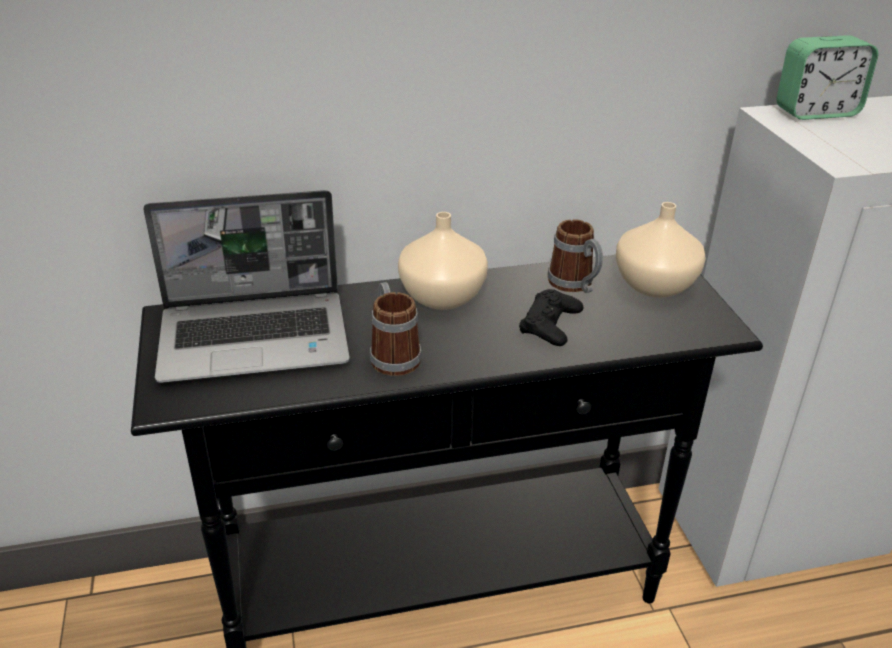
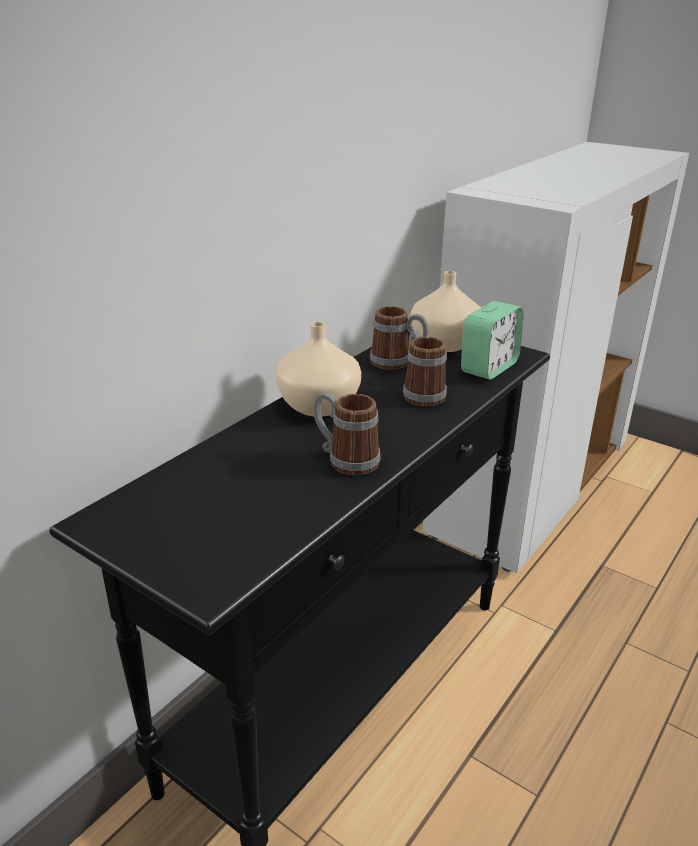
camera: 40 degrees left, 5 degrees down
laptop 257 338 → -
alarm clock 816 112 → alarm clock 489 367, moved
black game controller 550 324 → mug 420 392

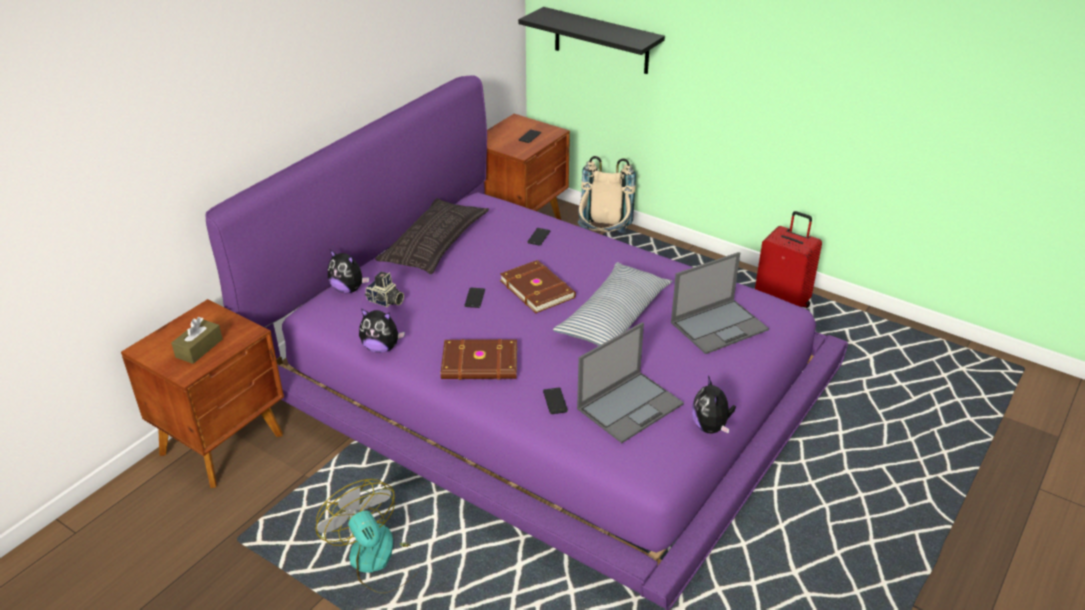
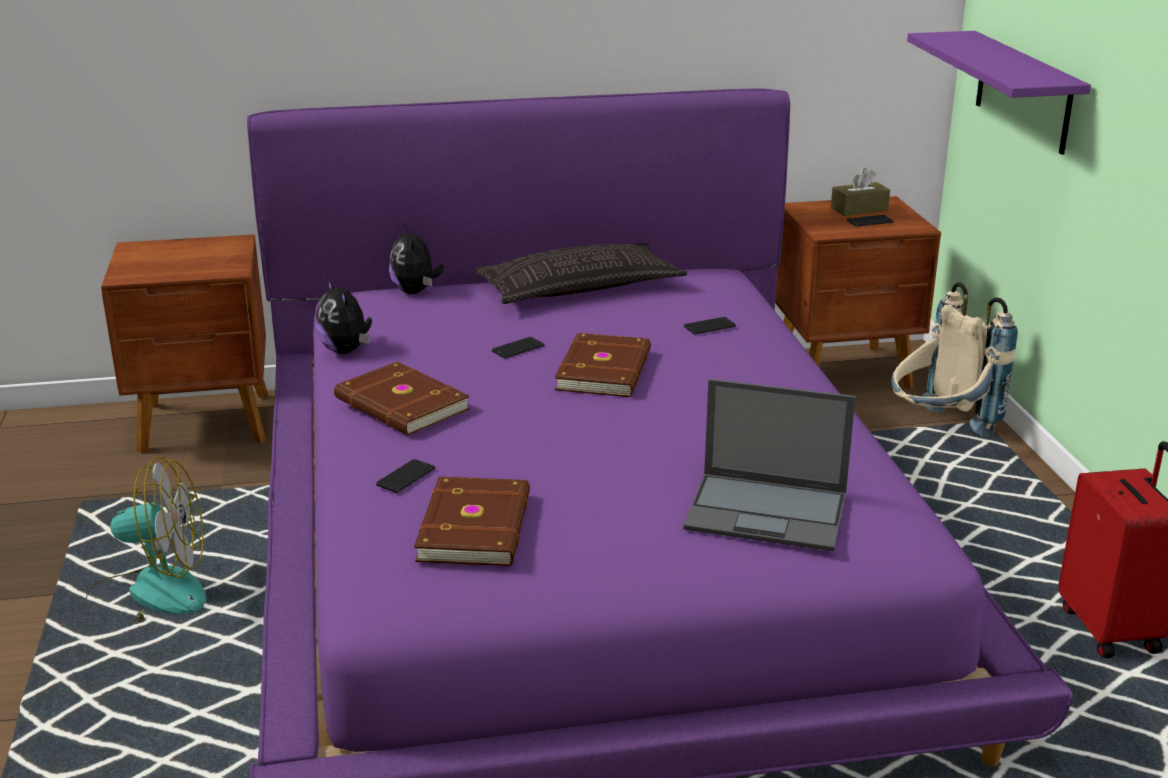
camera: 45 degrees right, 10 degrees down
photo camera 385 301 → -
pillow 614 317 → -
plush toy 711 427 → -
brown tissue box 199 348 → brown tissue box 859 209, moved
laptop 630 406 → brown book 477 527
black shelf 601 41 → purple shelf 1023 92
fan 379 560 → fan 148 595, 75 degrees clockwise

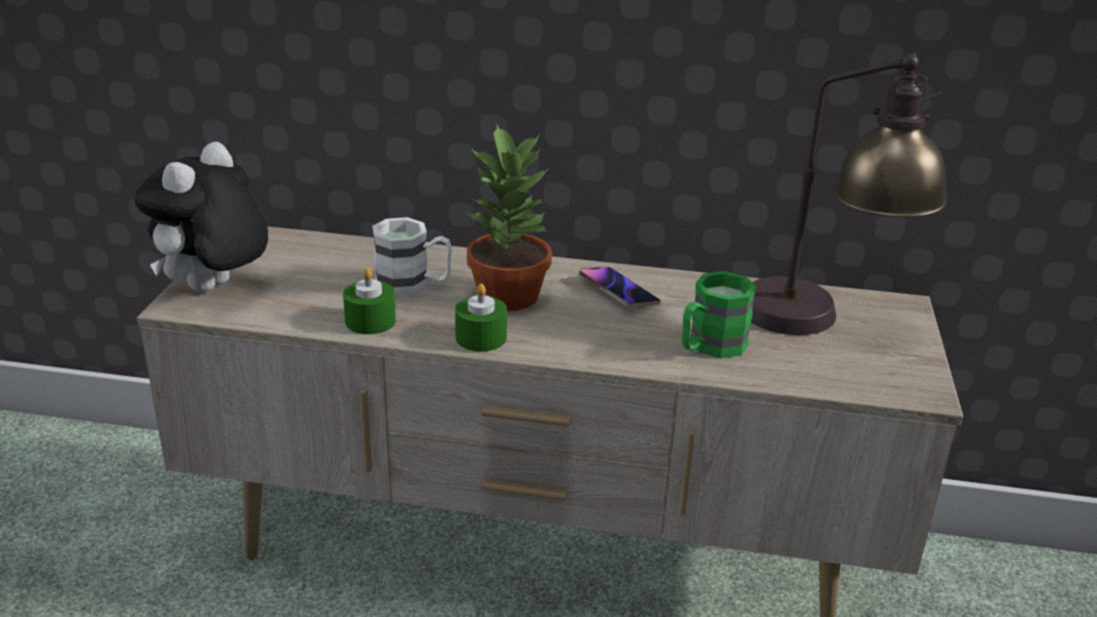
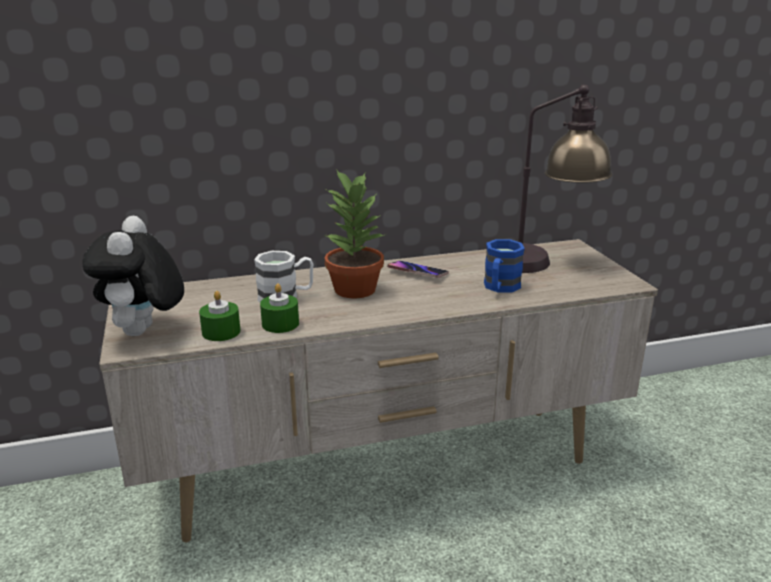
camera: 25 degrees left, 5 degrees down
green candle 481 338 → green candle 221 332, moved
green mug 709 347 → blue mug 500 288

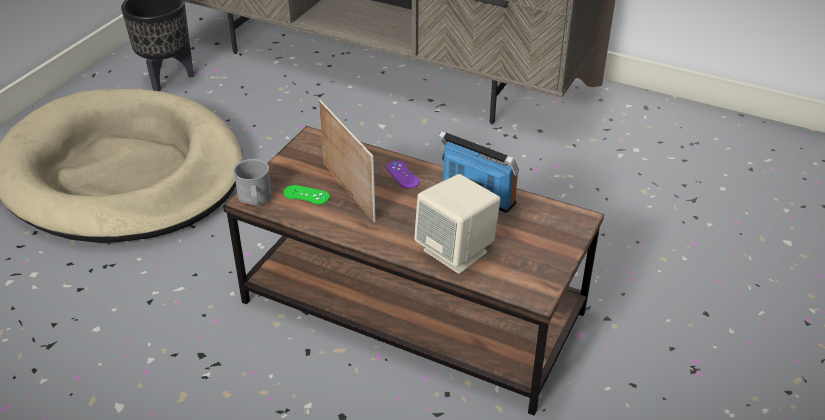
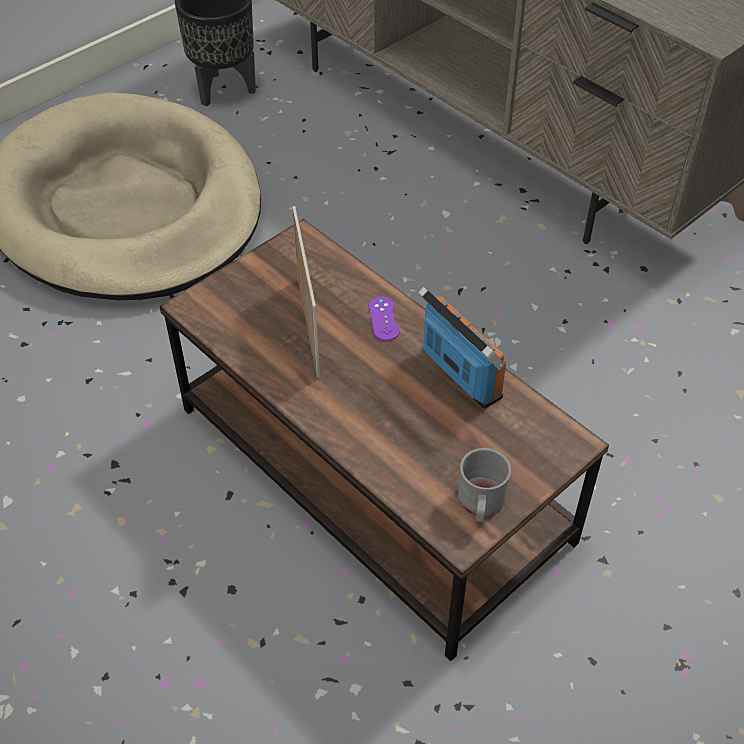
camera: 20 degrees right, 10 degrees up
green game controller 306 195 → -
beige speaker 456 251 → -
grey mug 255 200 → grey mug 480 504, moved

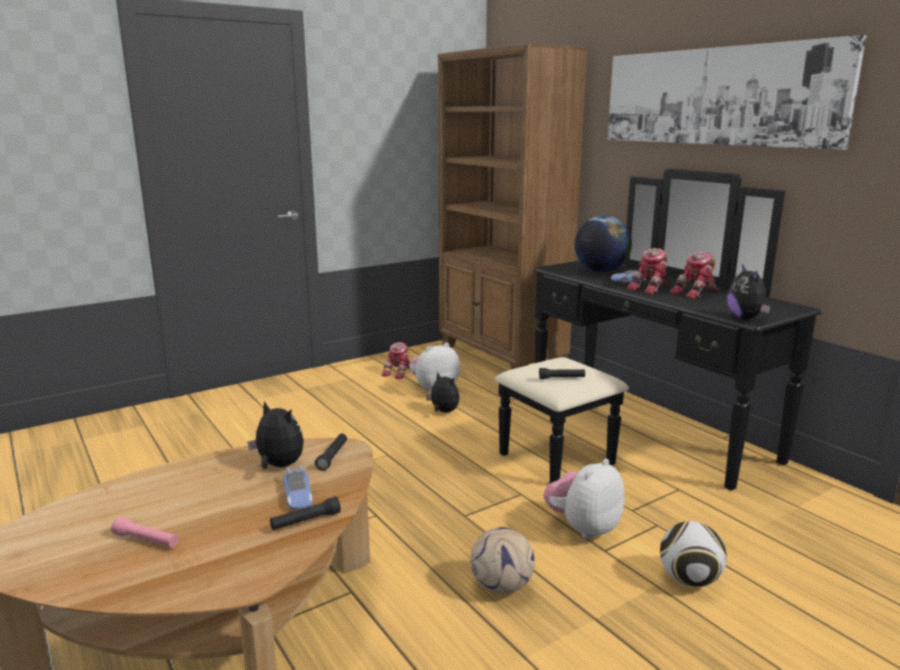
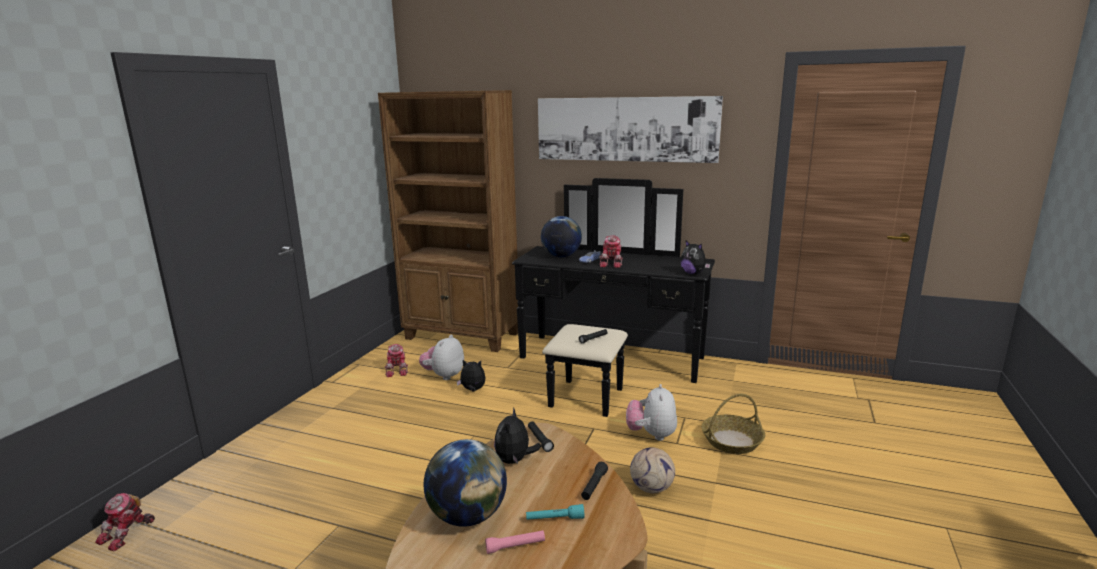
camera: 35 degrees left, 0 degrees up
toy car 298 495 → -
- → globe 468 516
- → turquoise flashlight 555 519
toy robot 696 293 → toy robot 127 533, moved
football 688 580 → basket 731 441
plush toy 278 466 → plush toy 515 460, 75 degrees counterclockwise

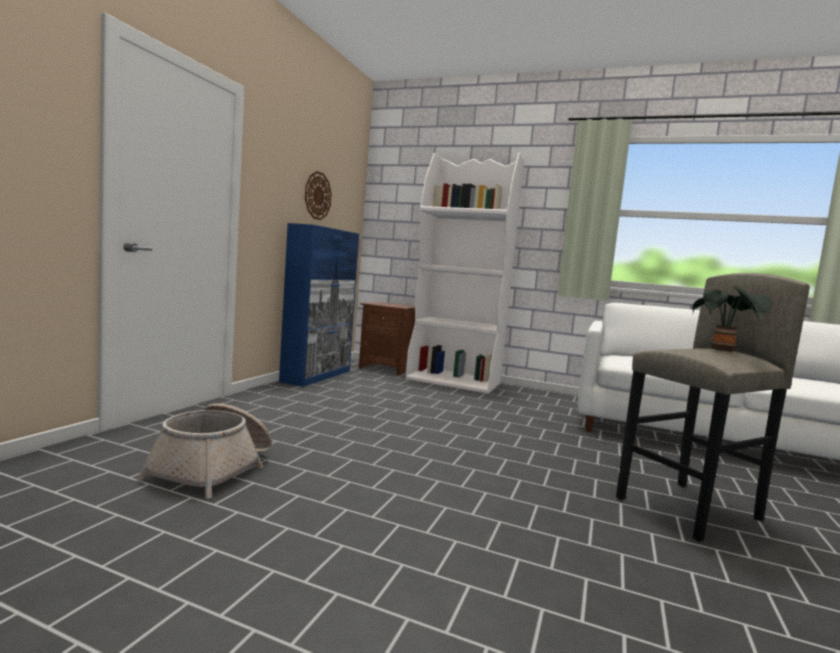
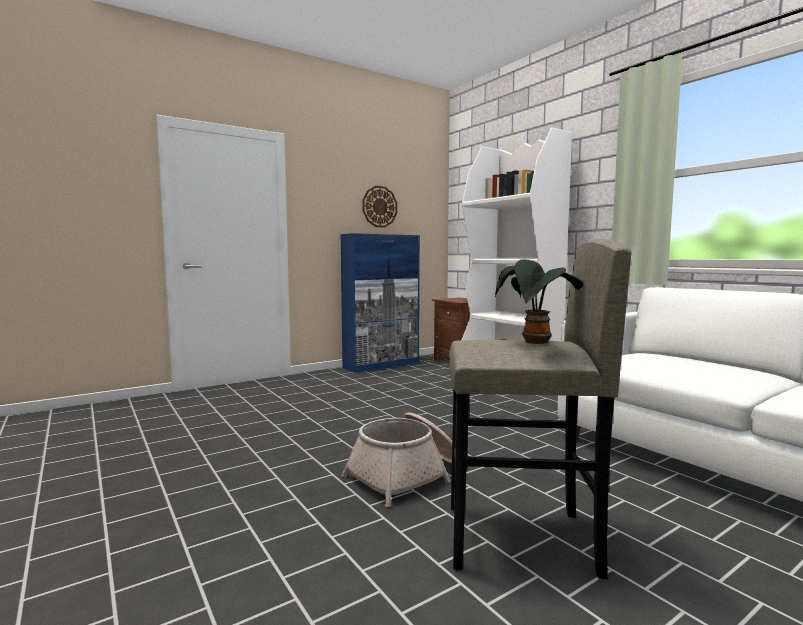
camera: 35 degrees right, 0 degrees up
basket 214 469 → basket 407 476, moved

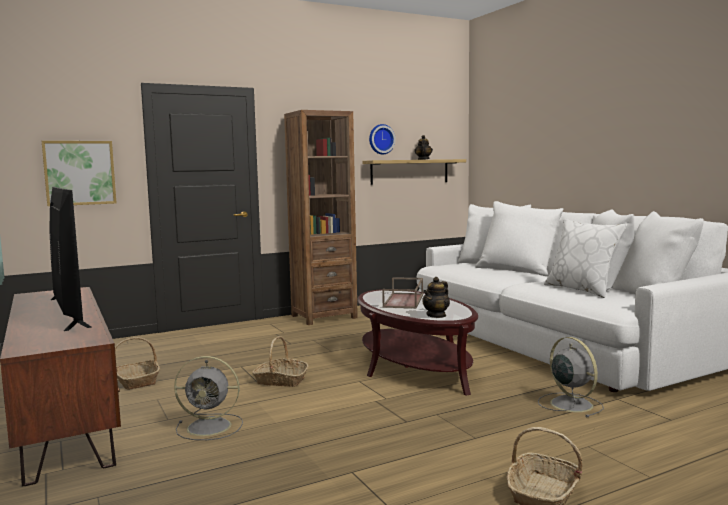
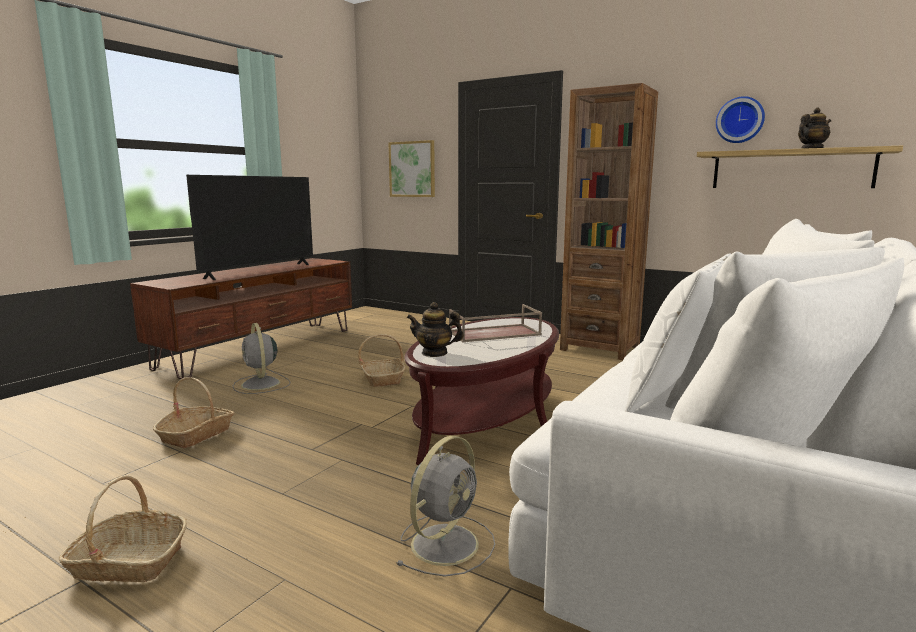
camera: 60 degrees right, 5 degrees up
basket 136 381 → basket 196 434, moved

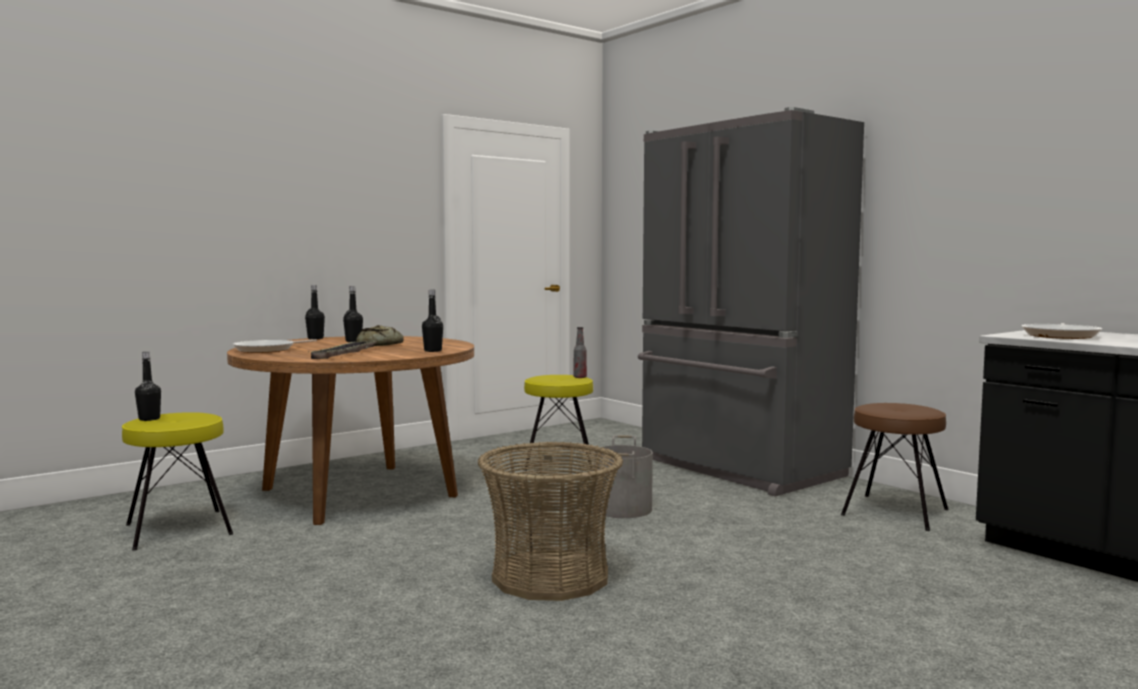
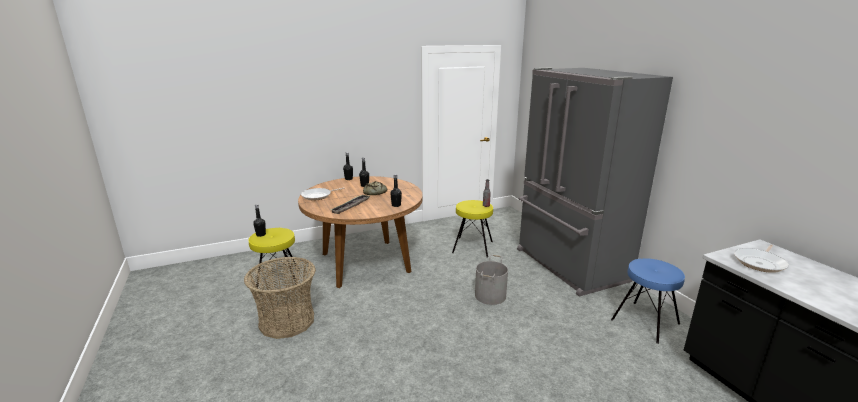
camera: 15 degrees right, 15 degrees up
basket 550 576 → basket 287 321, moved
brown stool 894 512 → blue stool 644 321

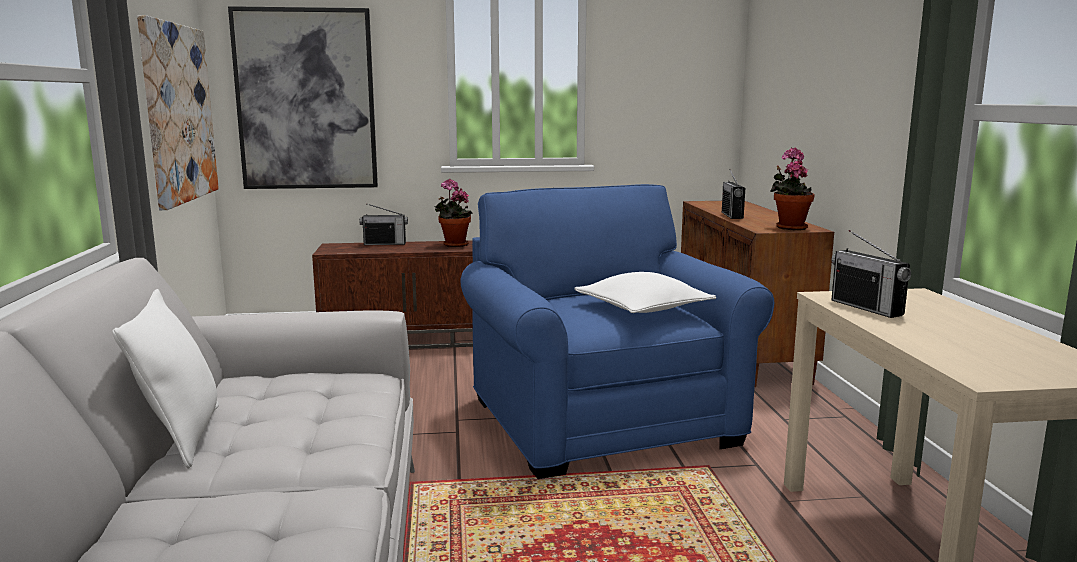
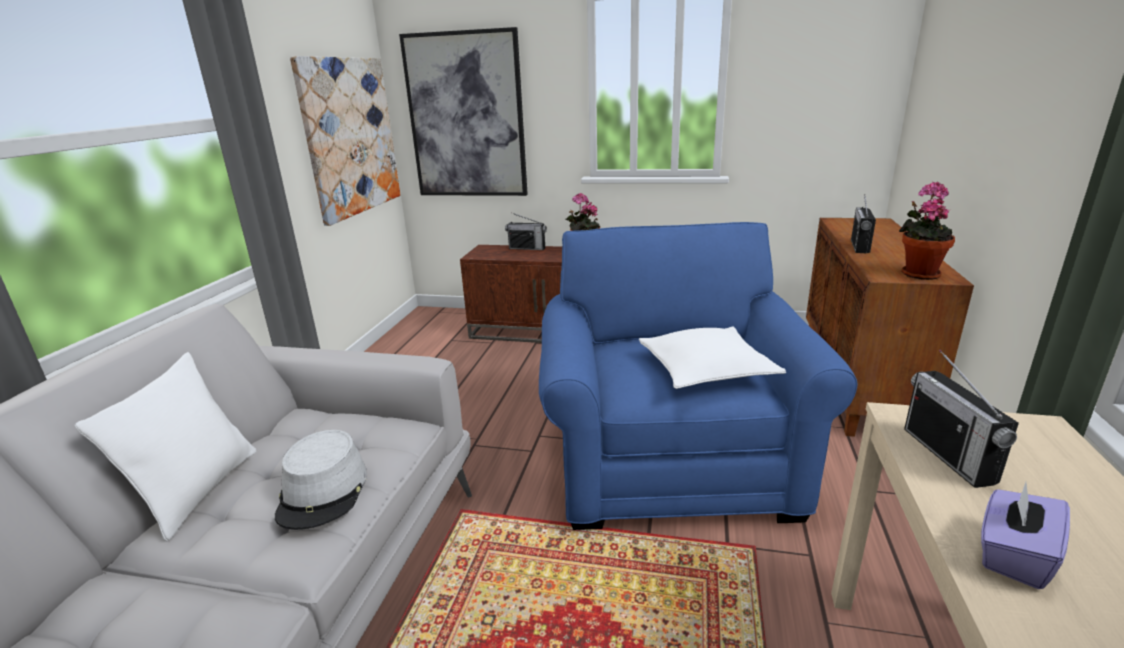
camera: 20 degrees right, 10 degrees up
- → grey hat 323 491
- → purple tissue box 1013 555

